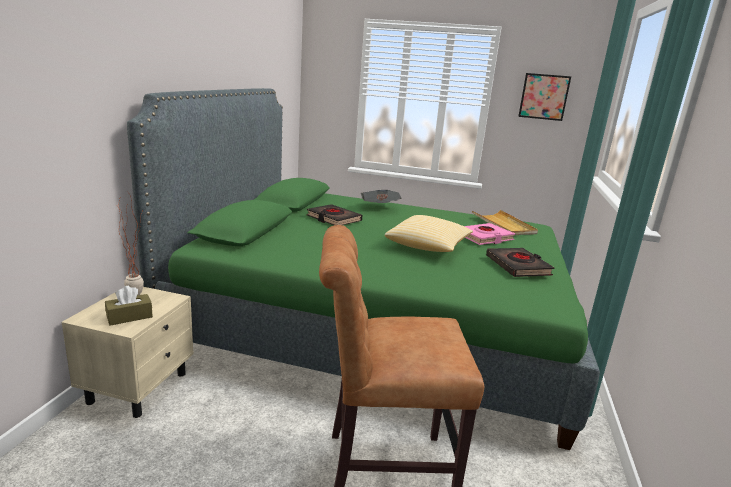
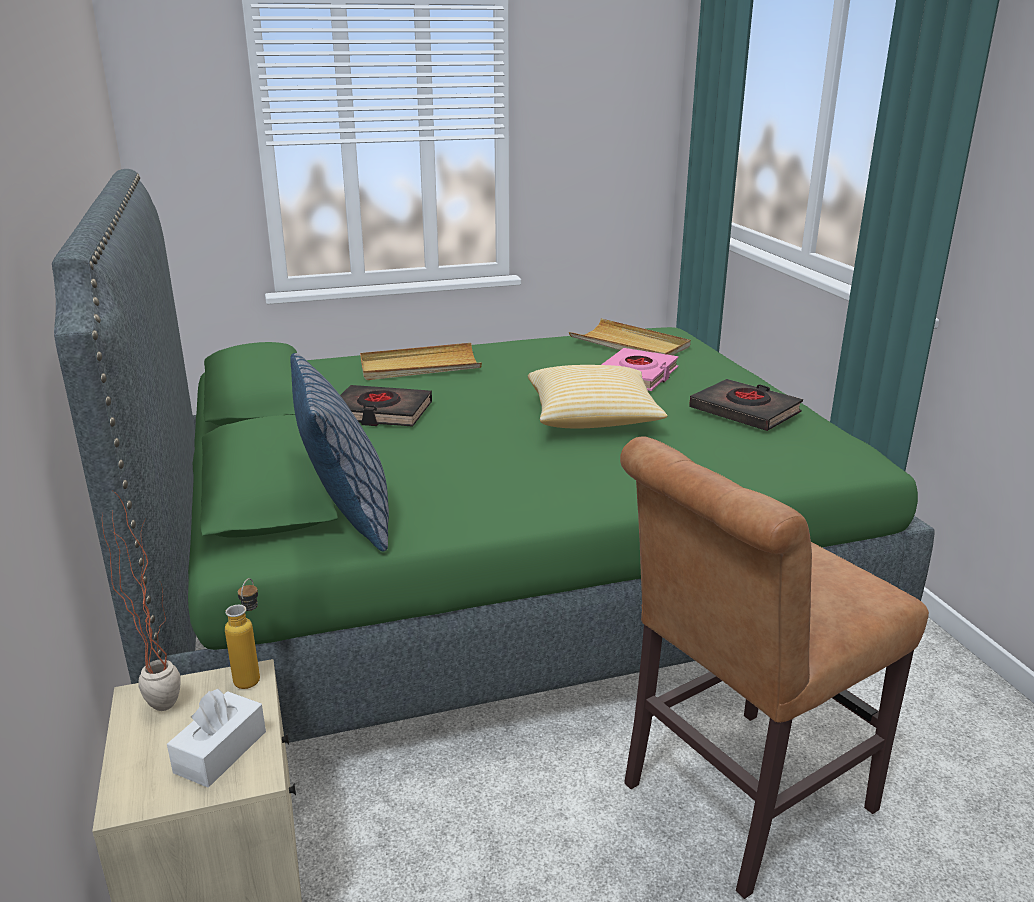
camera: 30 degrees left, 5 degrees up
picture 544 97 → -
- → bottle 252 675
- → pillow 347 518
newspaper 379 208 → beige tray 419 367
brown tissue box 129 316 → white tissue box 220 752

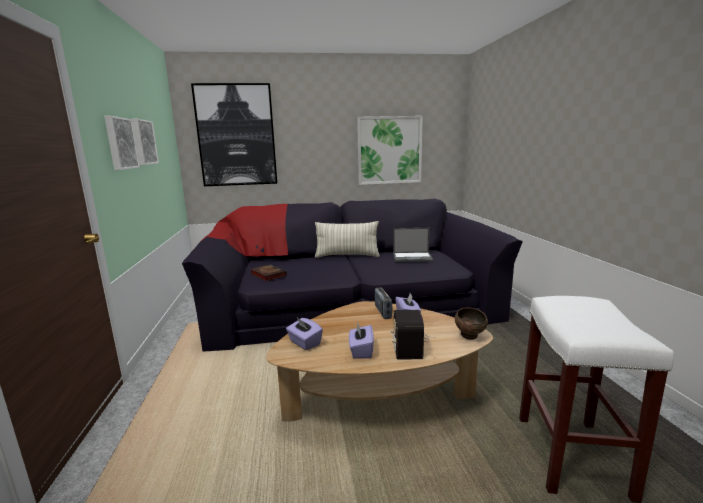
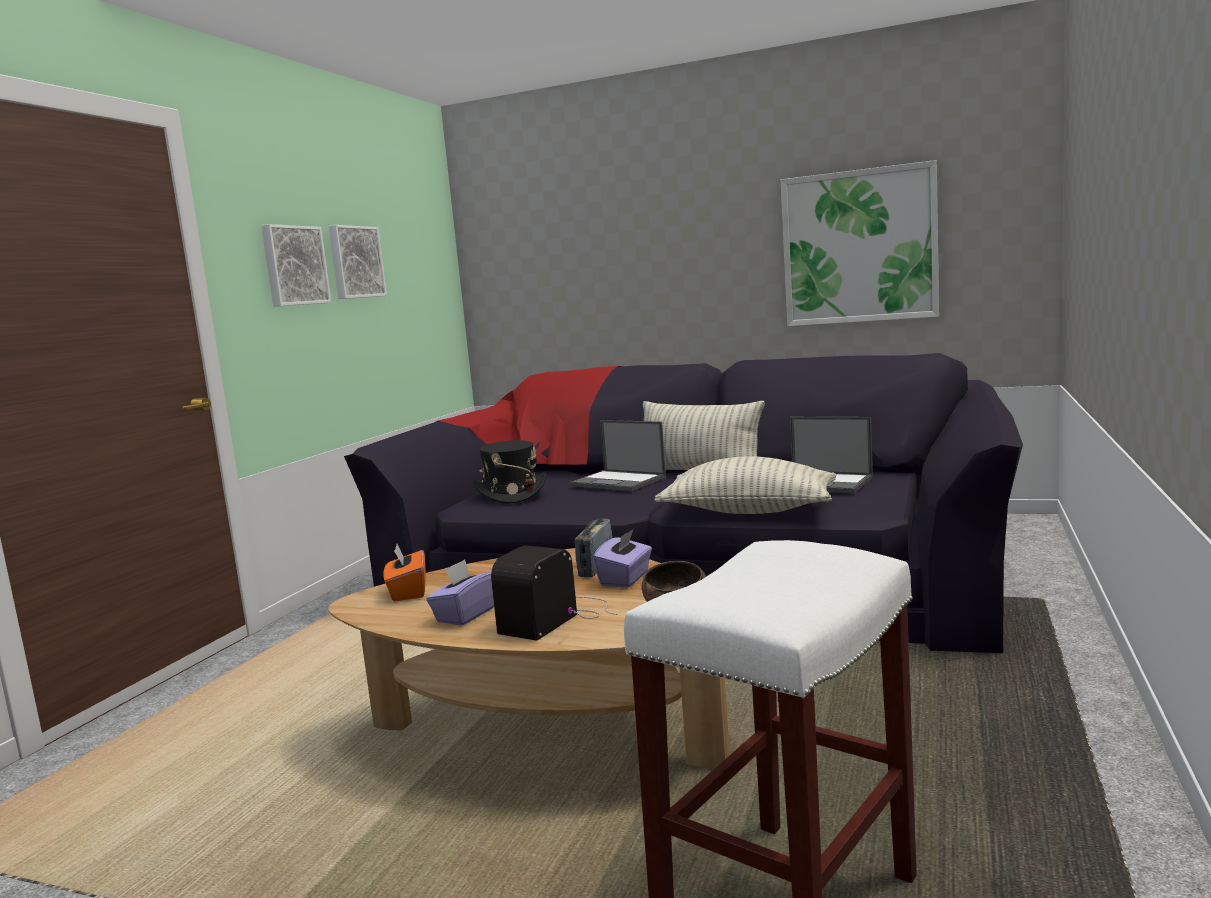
camera: 30 degrees right, 5 degrees down
picture 236 135 → -
- → laptop 619 481
- → pillow 749 511
book 267 275 → black hat 510 494
purple tissue box 304 343 → orange tissue box 407 592

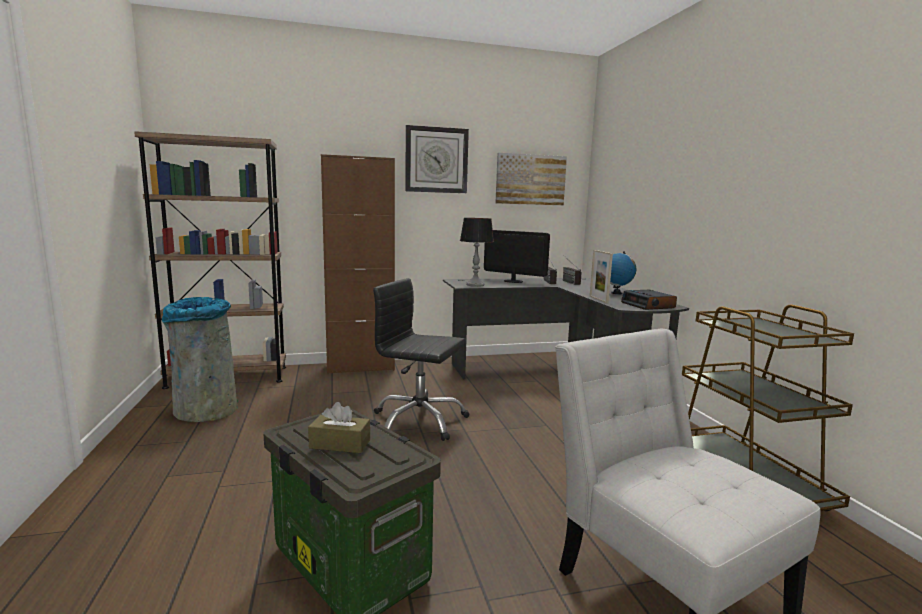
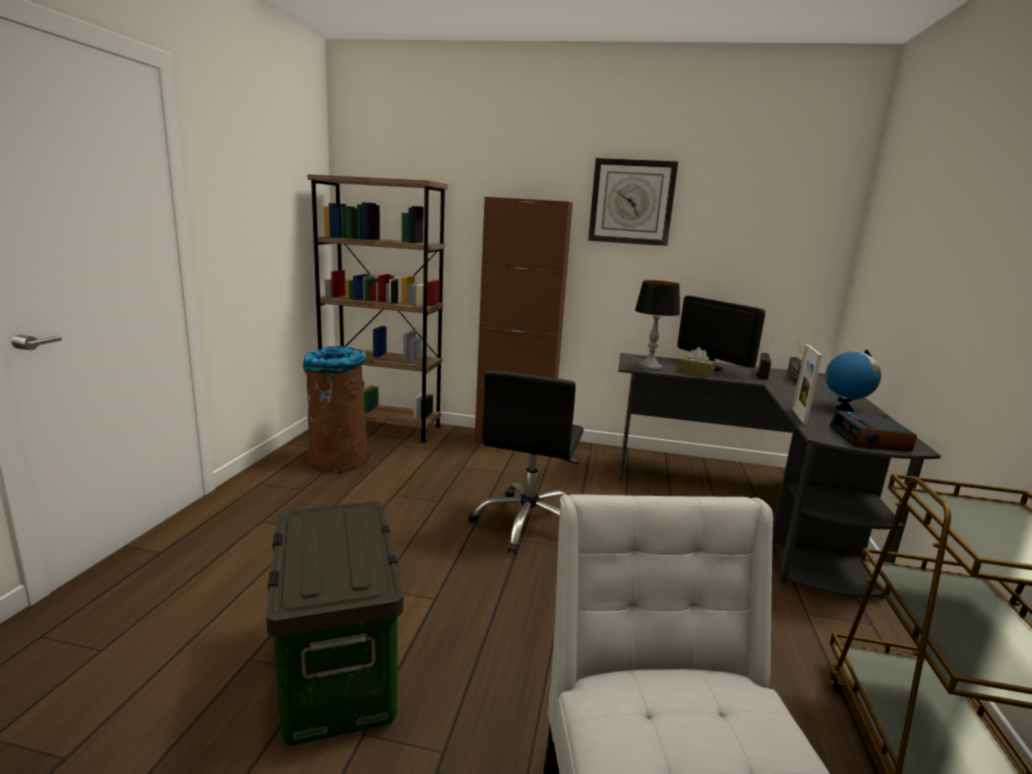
camera: 25 degrees right, 5 degrees up
picture 530 179 → -
brown tissue box 340 444 → brown tissue box 695 373, moved
grey trash can 205 410 → brown trash can 338 460
black office chair 419 421 → black office chair 528 523, 120 degrees counterclockwise

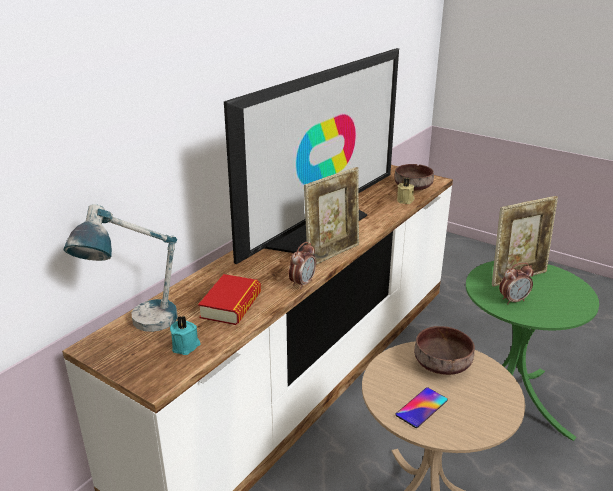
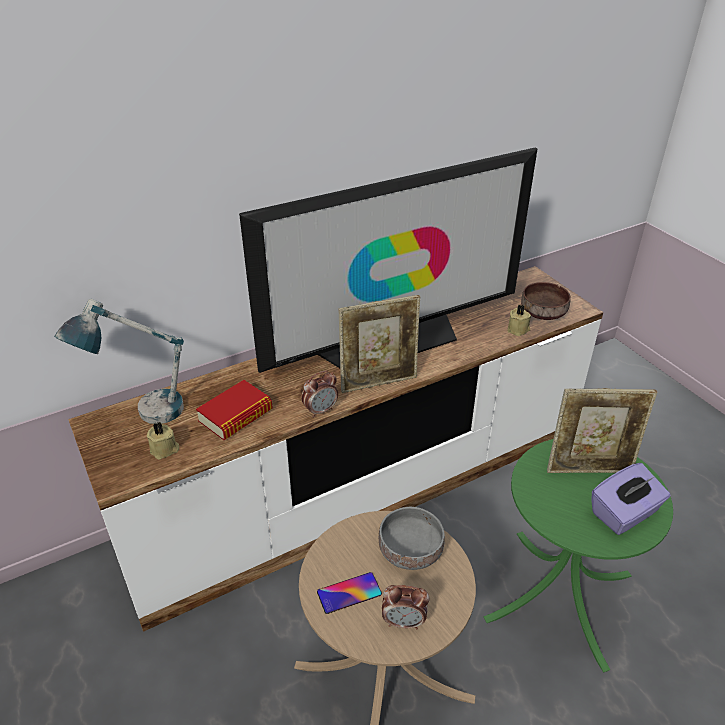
camera: 25 degrees right, 10 degrees up
- → purple tissue box 624 514
alarm clock 513 300 → alarm clock 404 622, moved
turquoise candle 186 346 → beige candle 165 450
brown bowl 442 363 → grey bowl 411 549

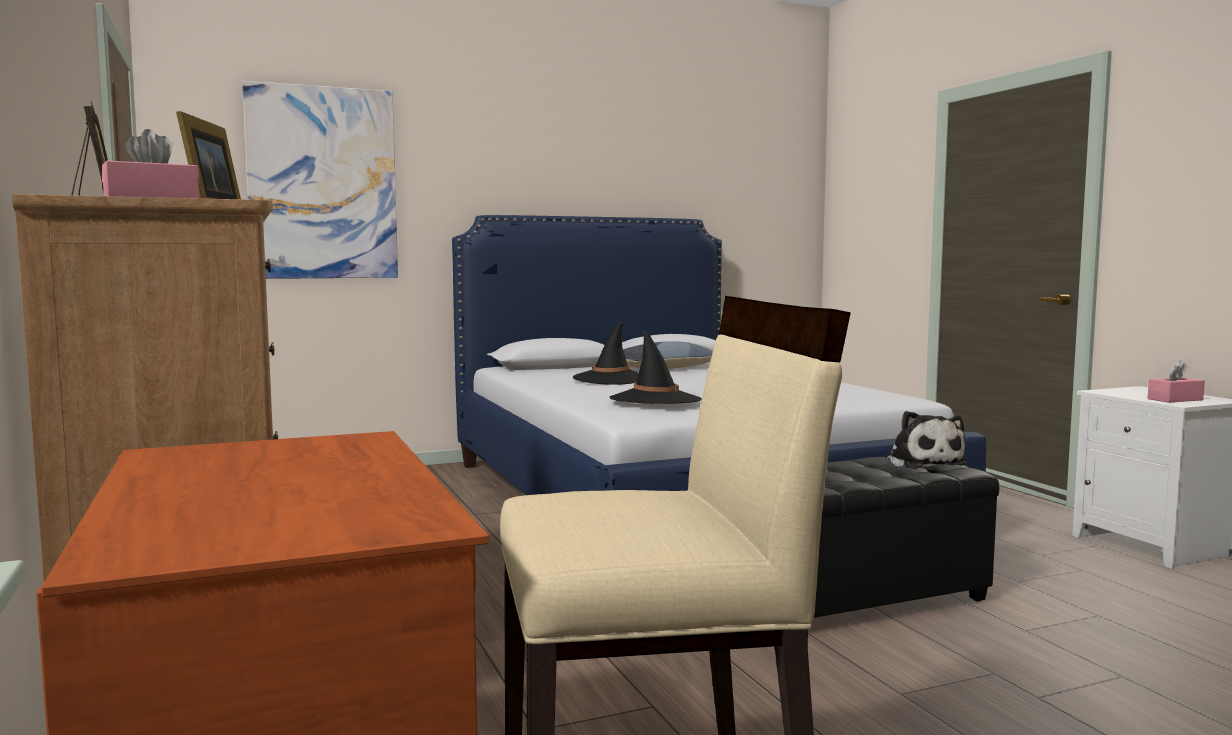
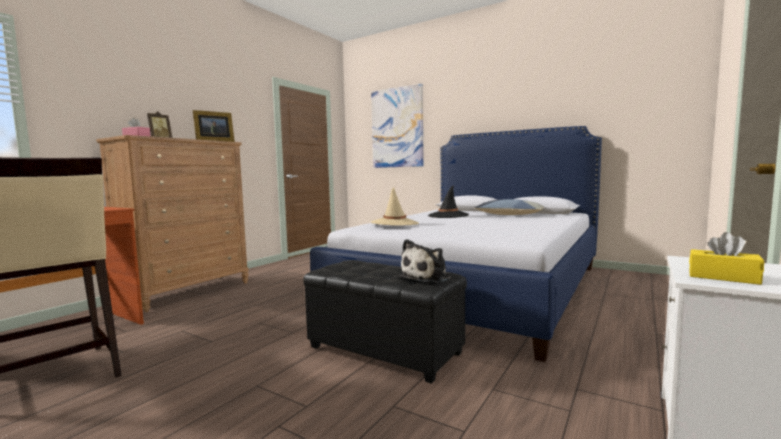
camera: 55 degrees right, 0 degrees up
black hat 655 400 → beige hat 395 223
pink tissue box 1175 399 → yellow tissue box 723 277

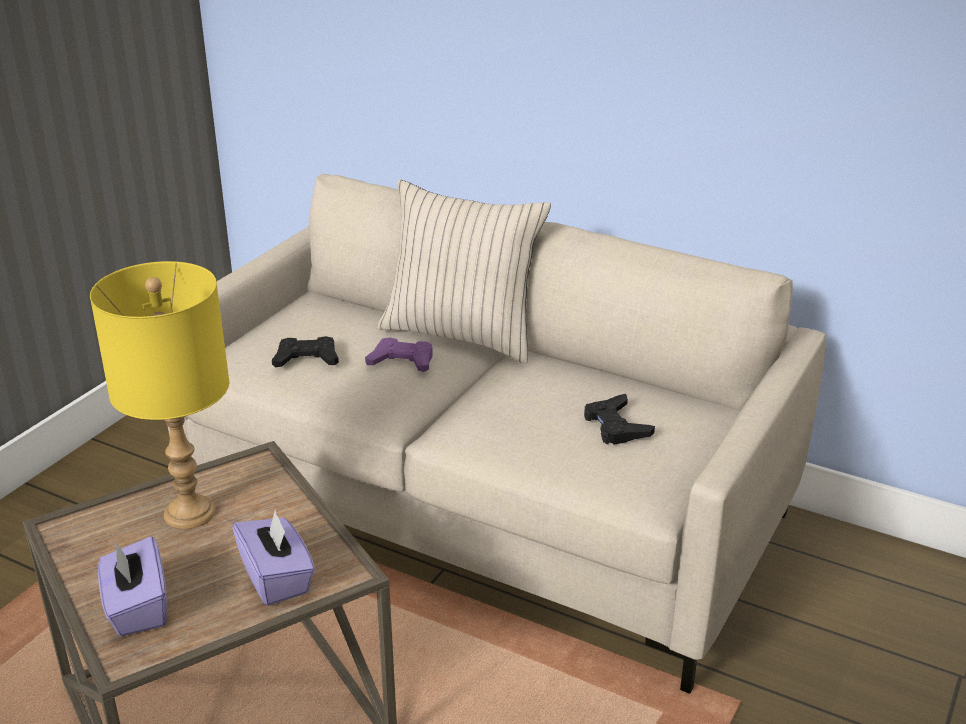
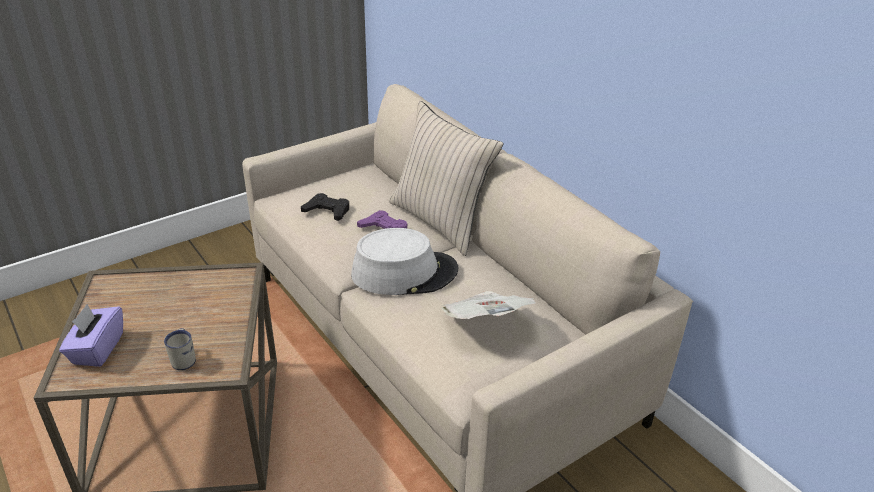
camera: 25 degrees right, 5 degrees up
yellow table lamp 190 513 → -
- → grey hat 404 273
purple tissue box 277 578 → white mug 184 358
black game controller 616 426 → newspaper 485 323

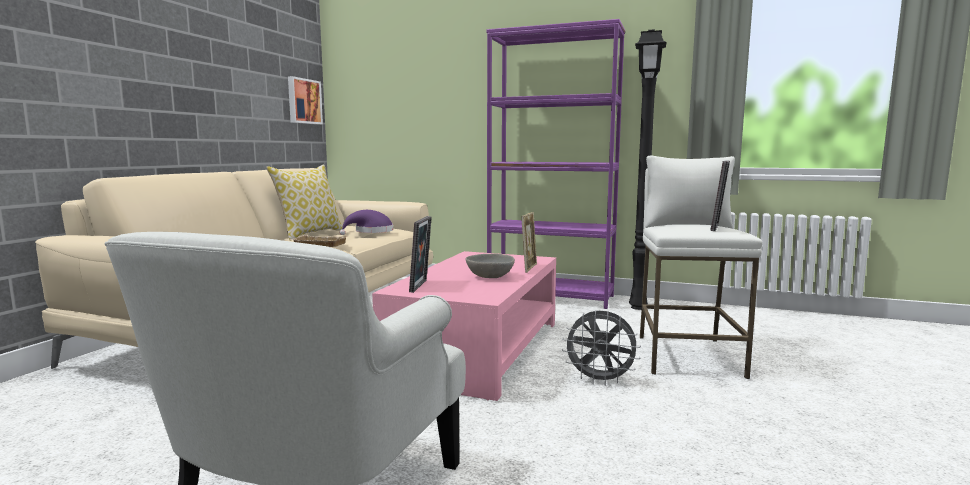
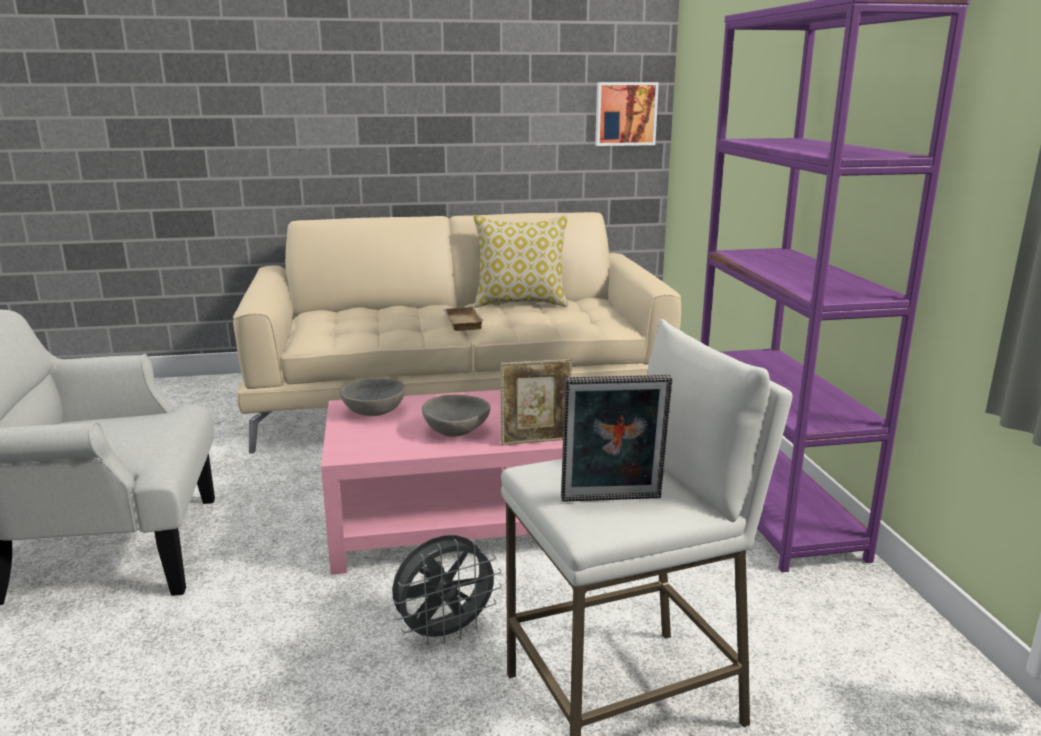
camera: 60 degrees right, 10 degrees up
purple hat 371 232 → -
black floor lamp 639 307 → -
picture frame 421 286 → grey bowl 374 411
grey fan 600 380 → grey fan 446 632, 105 degrees counterclockwise

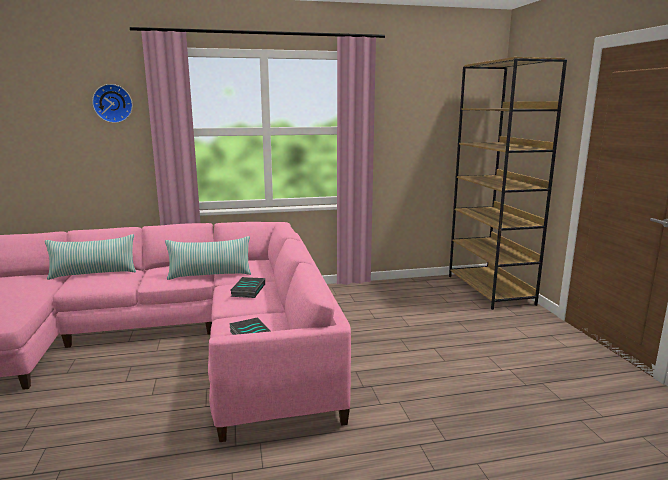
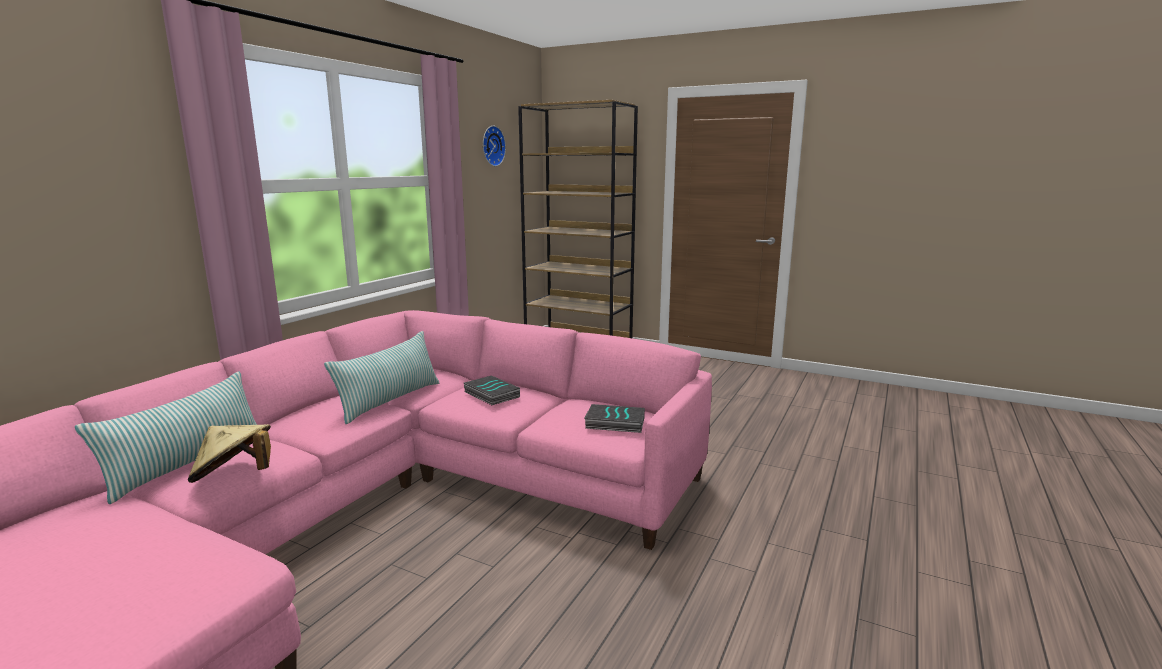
camera: 50 degrees left, 0 degrees up
- → beige hat 235 477
wall clock 113 103 → wall clock 491 146, moved

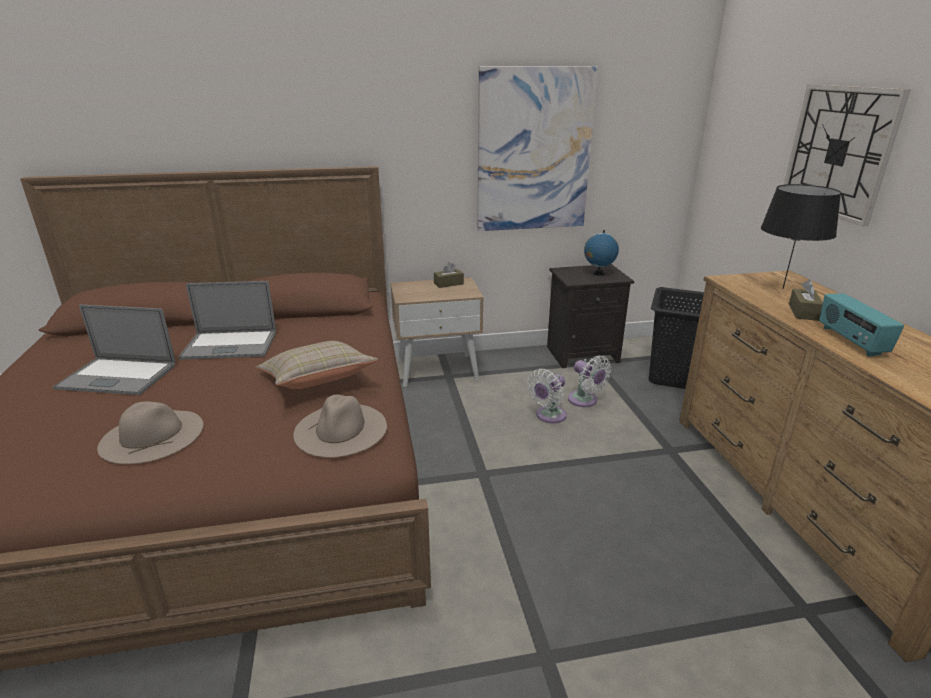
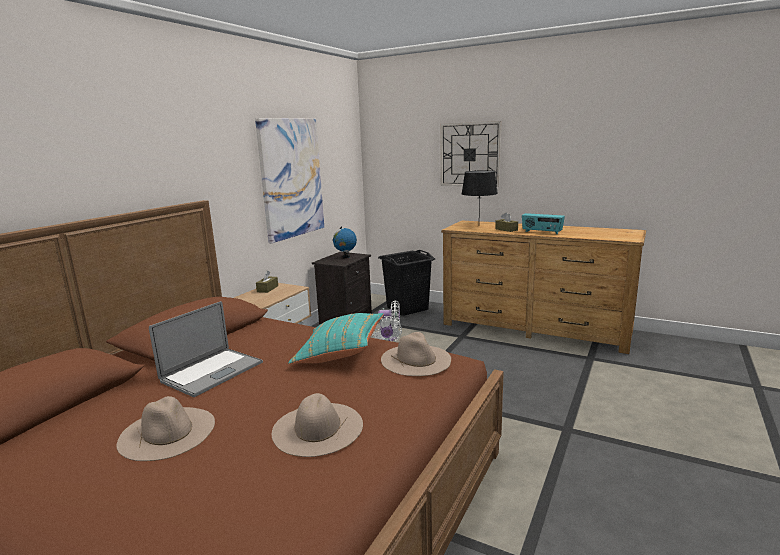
camera: 50 degrees left, 10 degrees down
laptop 117 376 → beige hat 167 432
beige pillow 318 382 → turquoise pillow 339 353

